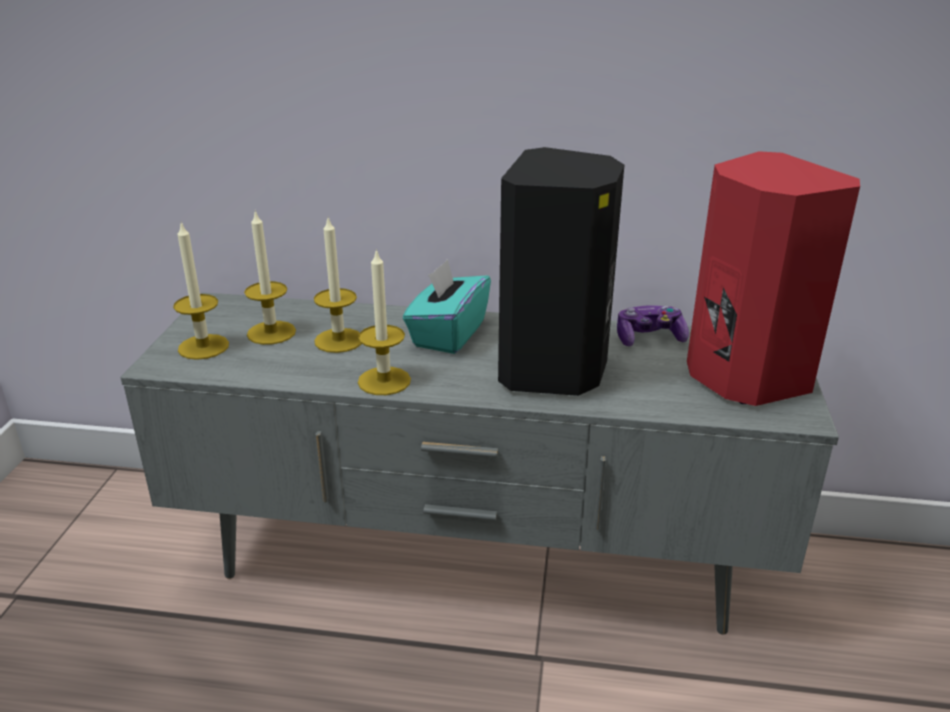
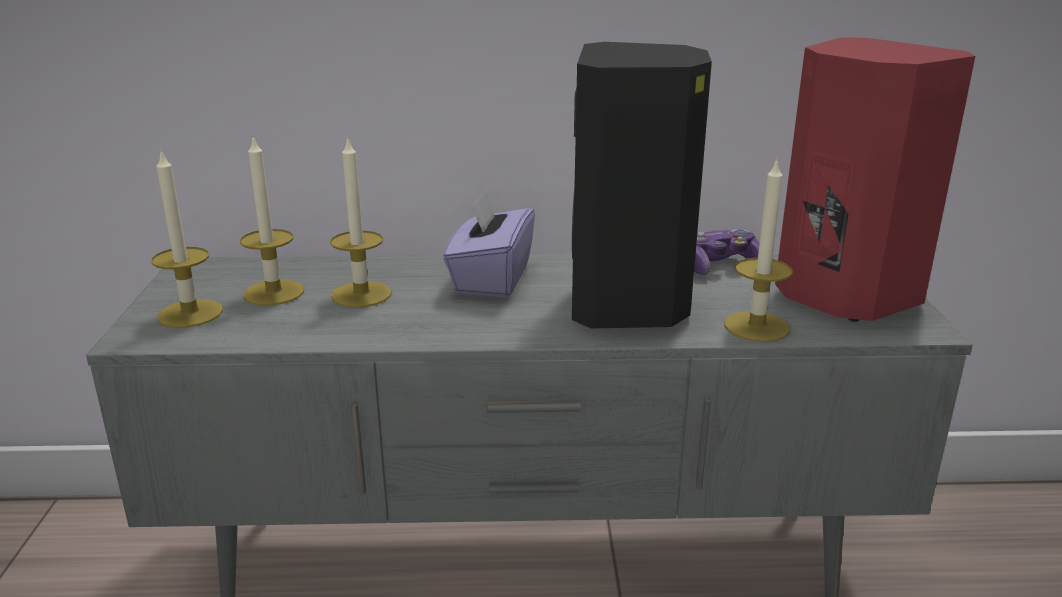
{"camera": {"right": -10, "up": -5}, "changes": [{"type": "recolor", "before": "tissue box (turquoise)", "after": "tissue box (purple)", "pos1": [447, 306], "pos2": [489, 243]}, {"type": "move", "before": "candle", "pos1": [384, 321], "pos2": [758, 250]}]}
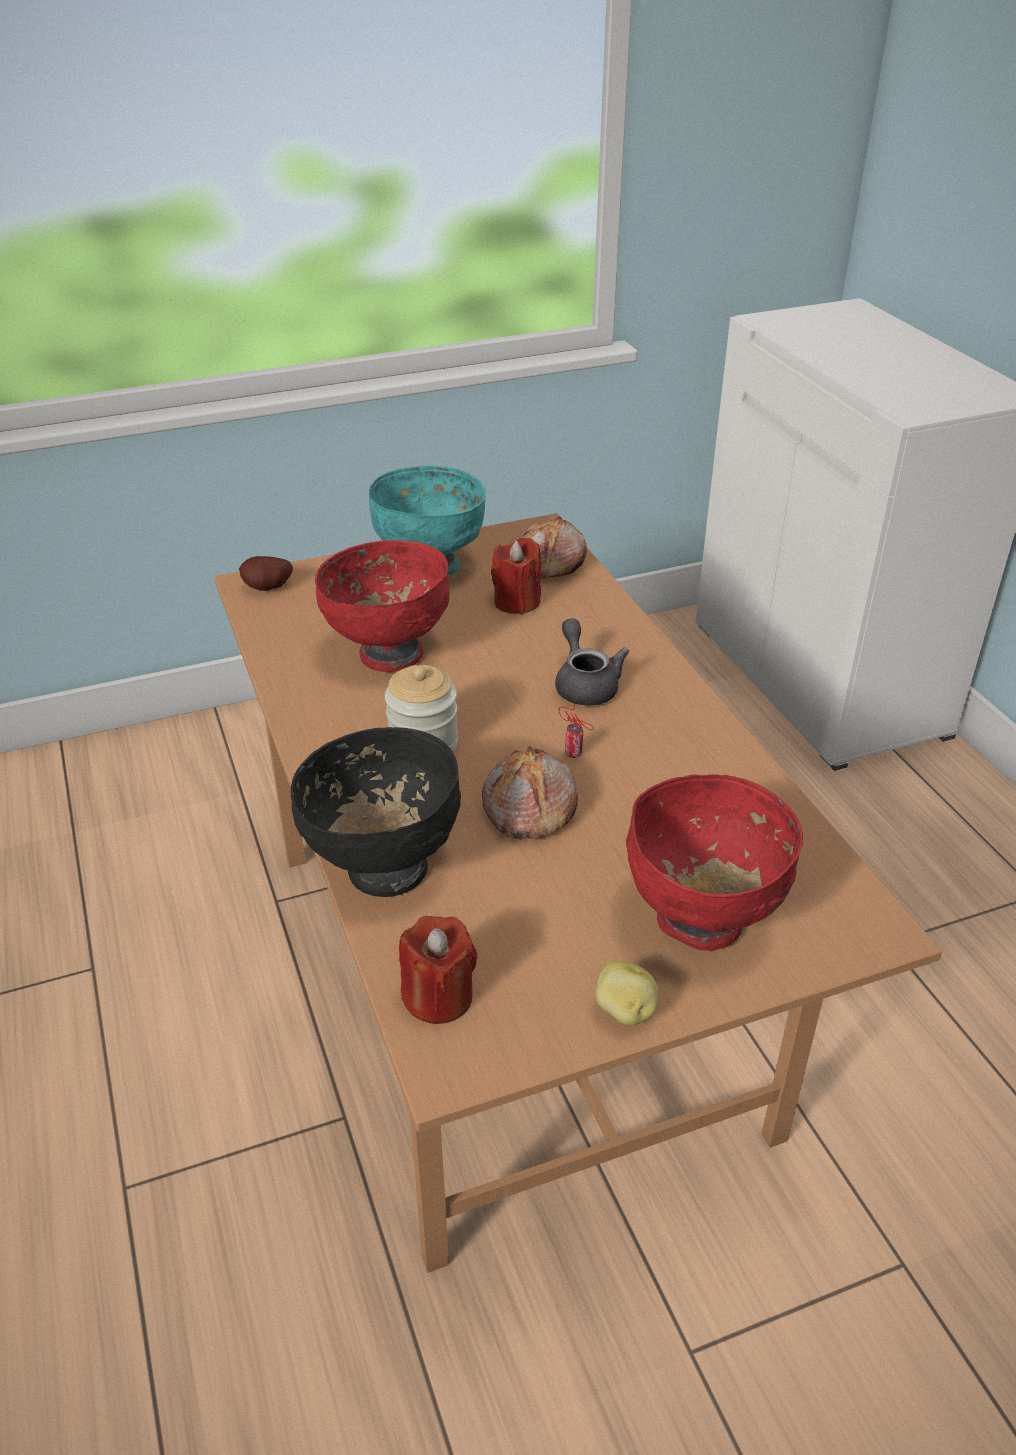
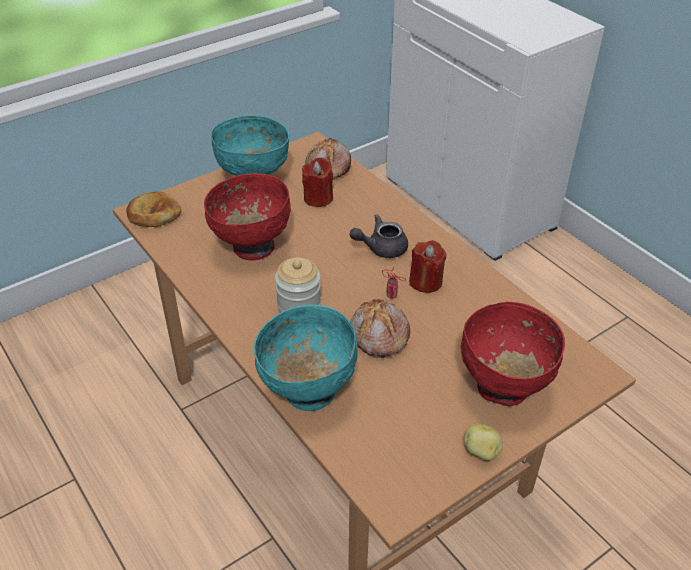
{"camera": {"right": -15, "up": 5}, "changes": [{"type": "replace", "before": "potato", "after": "bread", "pos1": [266, 573], "pos2": [153, 209]}, {"type": "recolor", "before": "bowl (black)", "after": "bowl (turquoise)", "pos1": [376, 812], "pos2": [306, 358]}, {"type": "rotate", "before": "teapot (grey)", "pos1": [592, 662], "pos2": [379, 236], "turn": -75}, {"type": "move", "before": "candle (red)", "pos1": [438, 970], "pos2": [427, 266]}]}
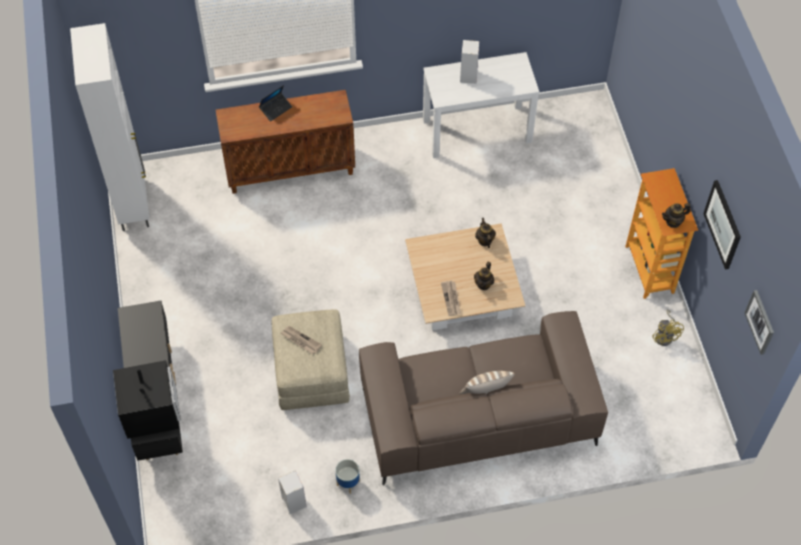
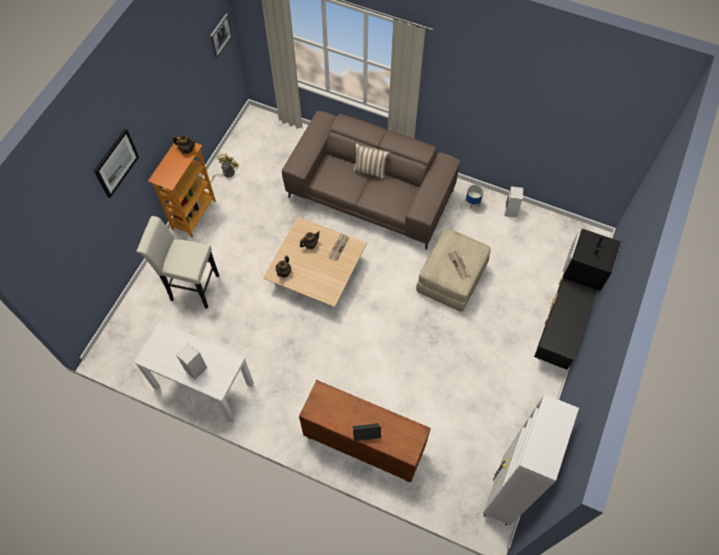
{"camera": {"right": -145, "up": 5}, "changes": [{"type": "move", "before": "picture", "pos1": [722, 224], "pos2": [116, 163]}, {"type": "insert", "after": "stool (white)", "pos2": [177, 262]}]}
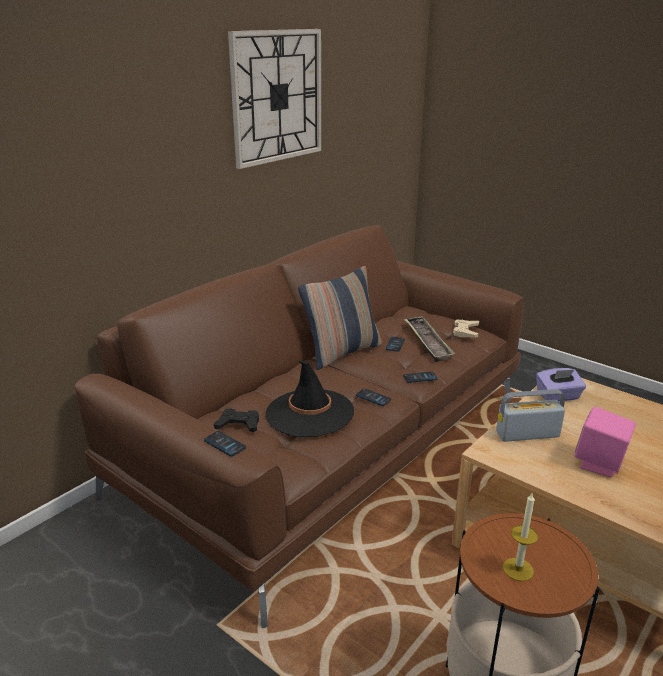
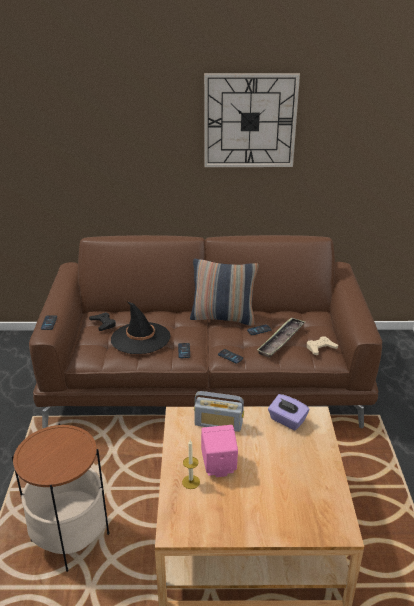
{"camera": {"right": 50, "up": 5}, "changes": [{"type": "move", "before": "candle", "pos1": [520, 537], "pos2": [191, 464]}, {"type": "rotate", "before": "radio", "pos1": [530, 415], "pos2": [219, 411], "turn": 150}]}
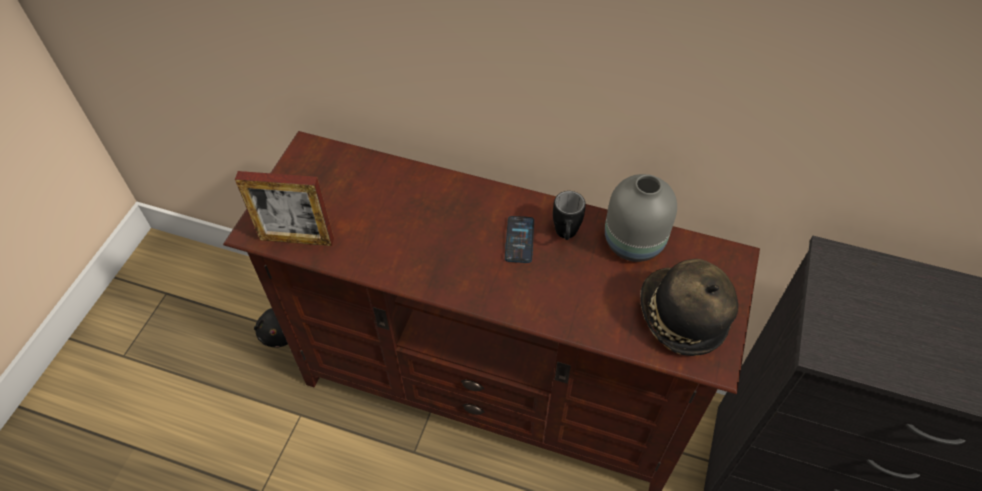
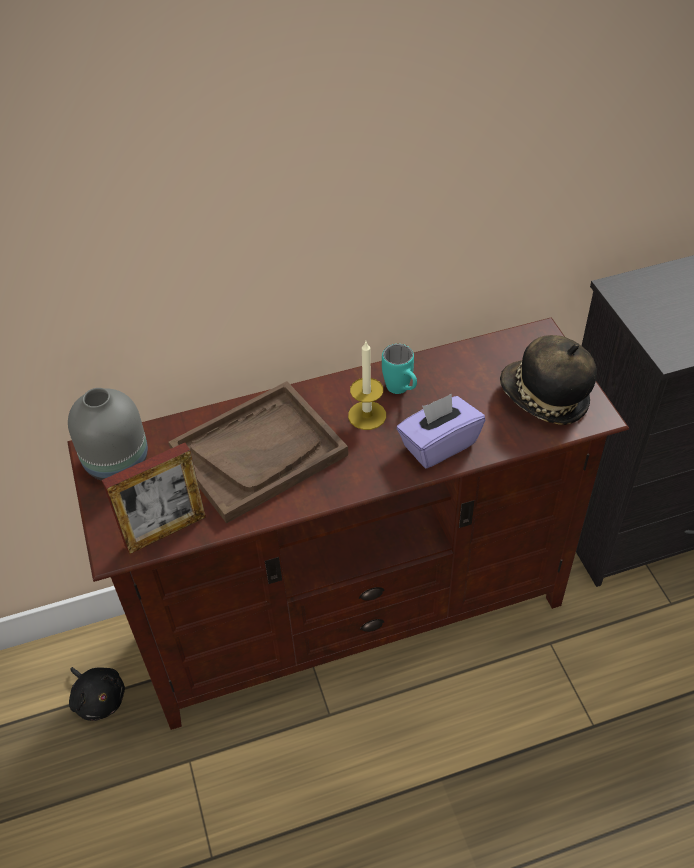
{"camera": {"right": -35, "up": -5}, "changes": [{"type": "move", "before": "vase (grey)", "pos1": [641, 218], "pos2": [108, 434]}, {"type": "insert", "after": "tray (brown)", "pos2": [258, 452]}, {"type": "replace", "before": "phone", "after": "candle", "pos1": [519, 239], "pos2": [367, 385]}, {"type": "recolor", "before": "mug (black)", "after": "mug (turquoise)", "pos1": [569, 215], "pos2": [399, 369]}, {"type": "insert", "after": "tissue box (purple)", "pos2": [441, 431]}]}
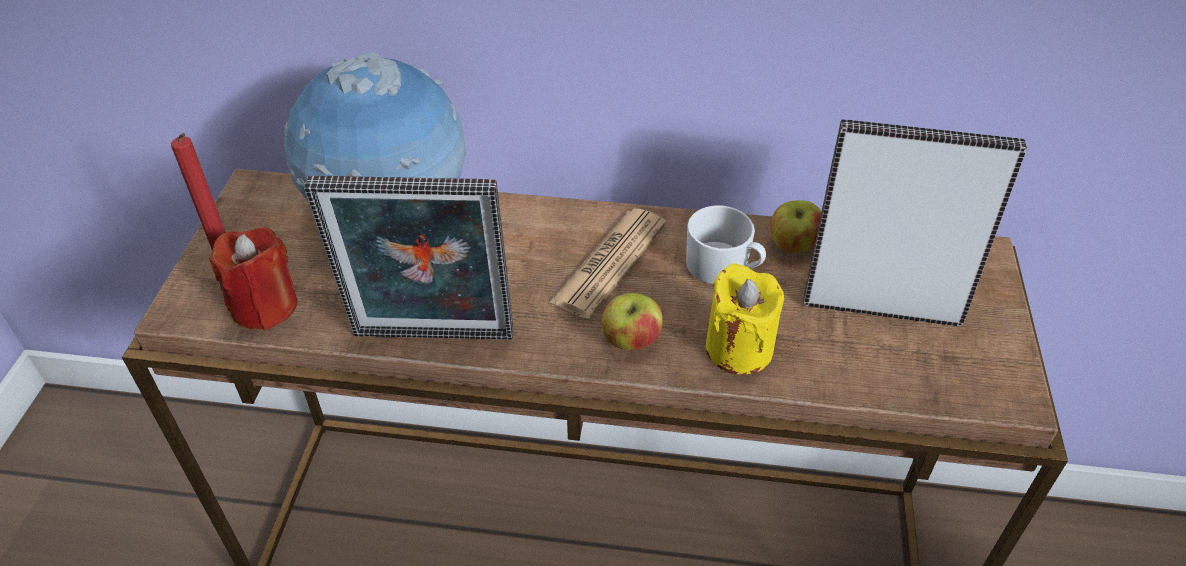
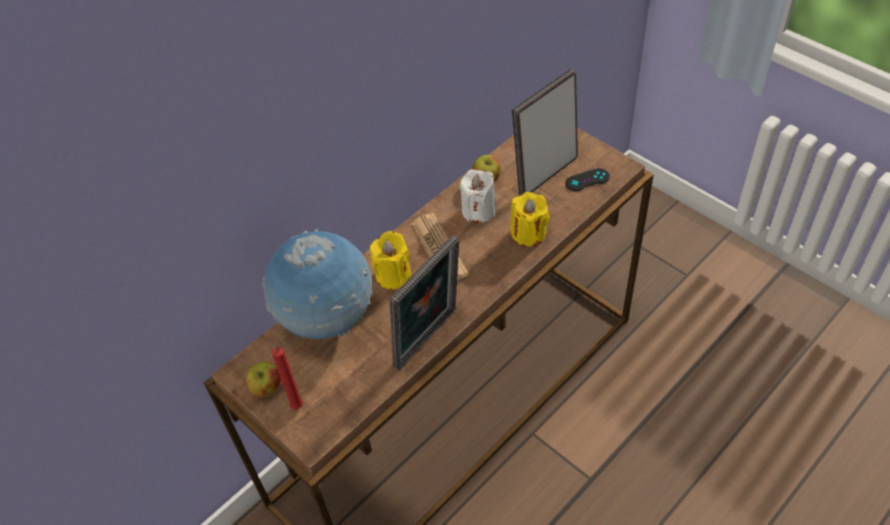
{"camera": {"right": -50, "up": 5}, "changes": [{"type": "move", "before": "apple", "pos1": [632, 321], "pos2": [263, 379]}, {"type": "insert", "after": "candle (yellow)", "pos2": [390, 260]}, {"type": "replace", "before": "mug (white)", "after": "candle (white)", "pos1": [726, 245], "pos2": [478, 196]}, {"type": "insert", "after": "game controller (black)", "pos2": [588, 179]}, {"type": "delete", "before": "candle (red)", "pos1": [253, 278]}]}
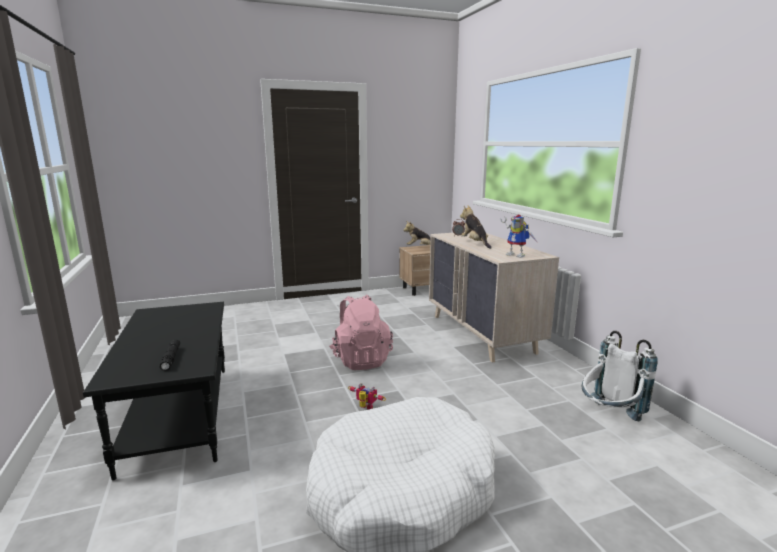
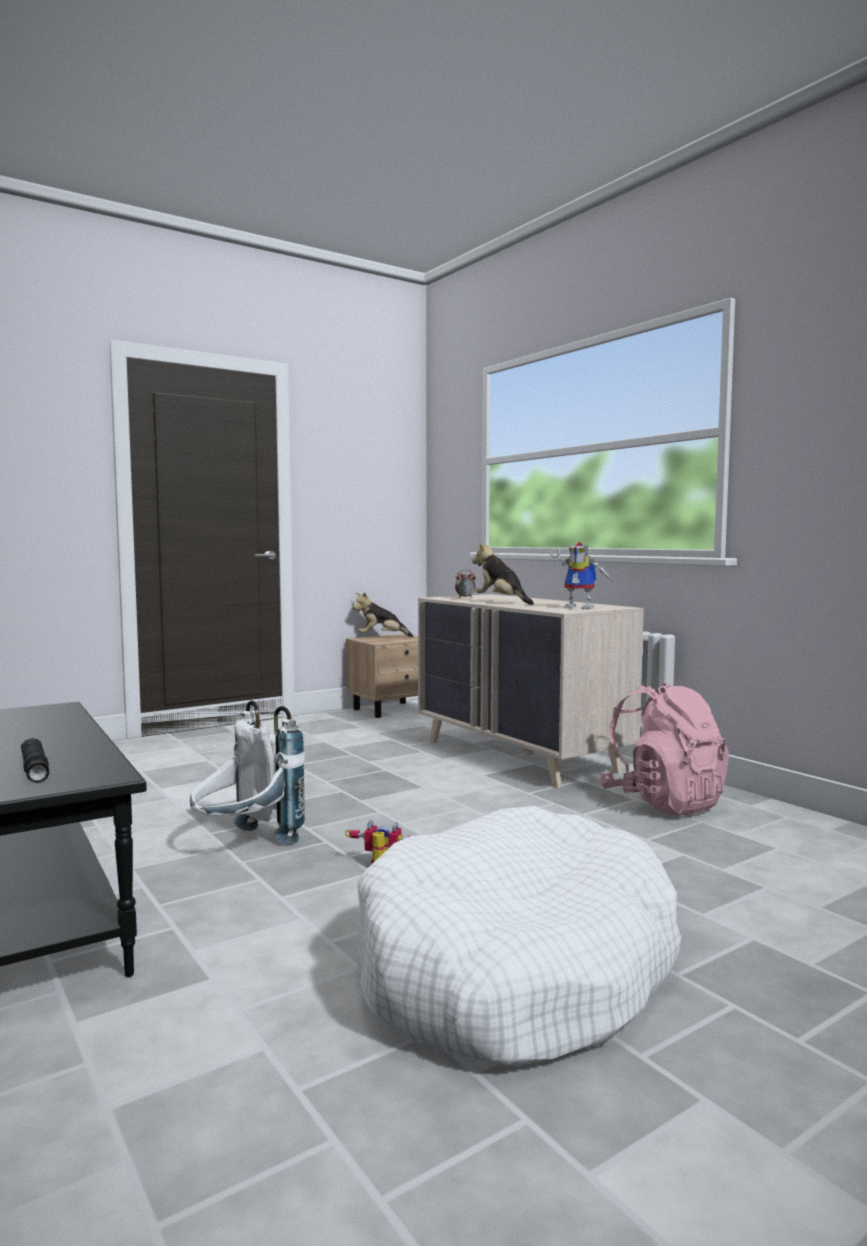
{"camera": {"right": -15, "up": -10}, "changes": [{"type": "move", "before": "backpack (white)", "pos1": [620, 376], "pos2": [247, 772]}, {"type": "move", "before": "backpack (pink)", "pos1": [361, 332], "pos2": [663, 749]}]}
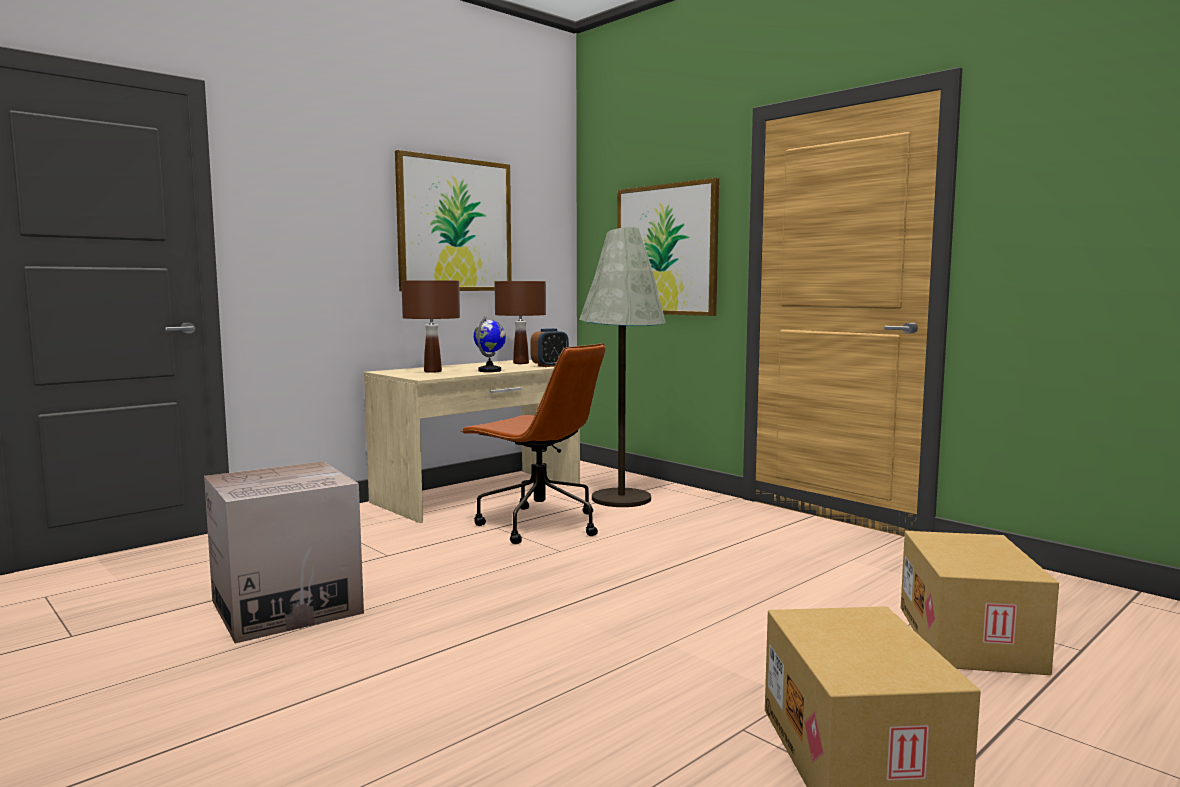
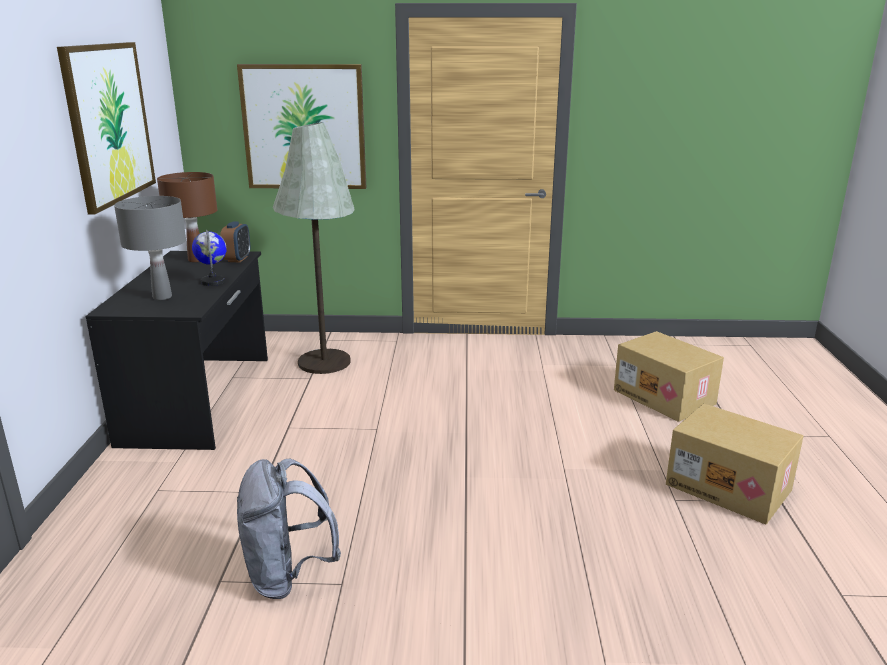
{"camera": {"right": -45, "up": 15}, "changes": [{"type": "recolor", "before": "desk (beige)", "after": "desk (black)", "pos1": [472, 441], "pos2": [177, 350]}, {"type": "recolor", "before": "table lamp (brown)", "after": "table lamp (grey)", "pos1": [430, 326], "pos2": [150, 248]}, {"type": "replace", "before": "cardboard box", "after": "backpack (grey)", "pos1": [284, 552], "pos2": [289, 529]}, {"type": "delete", "before": "office chair (brown)", "pos1": [533, 443]}]}
